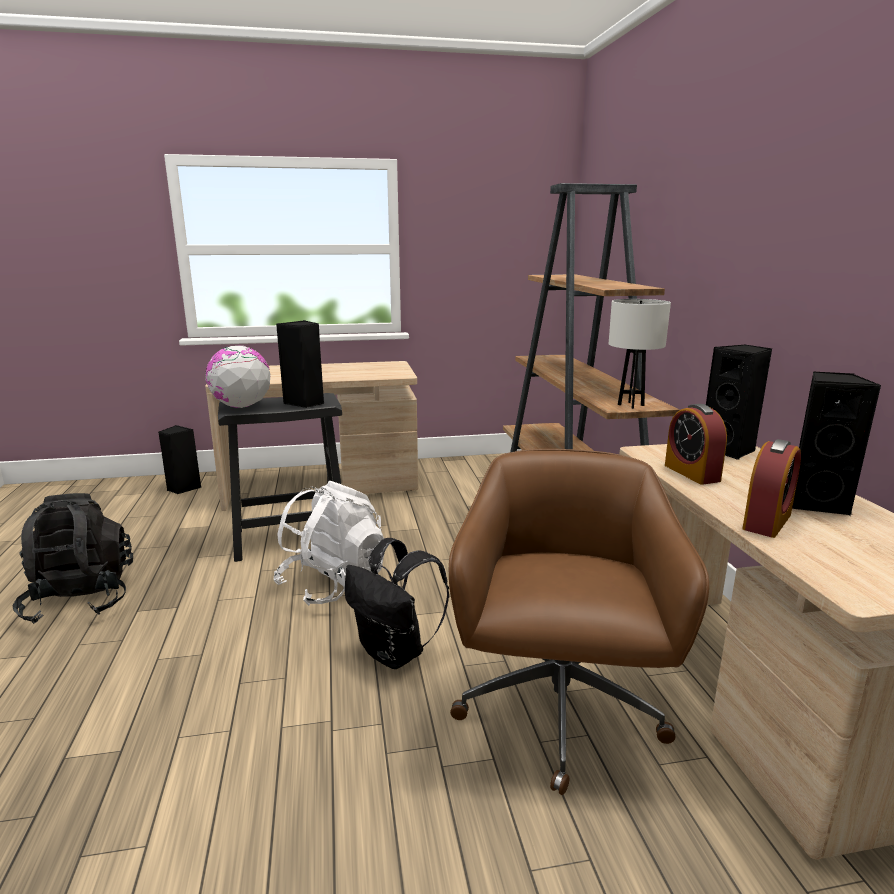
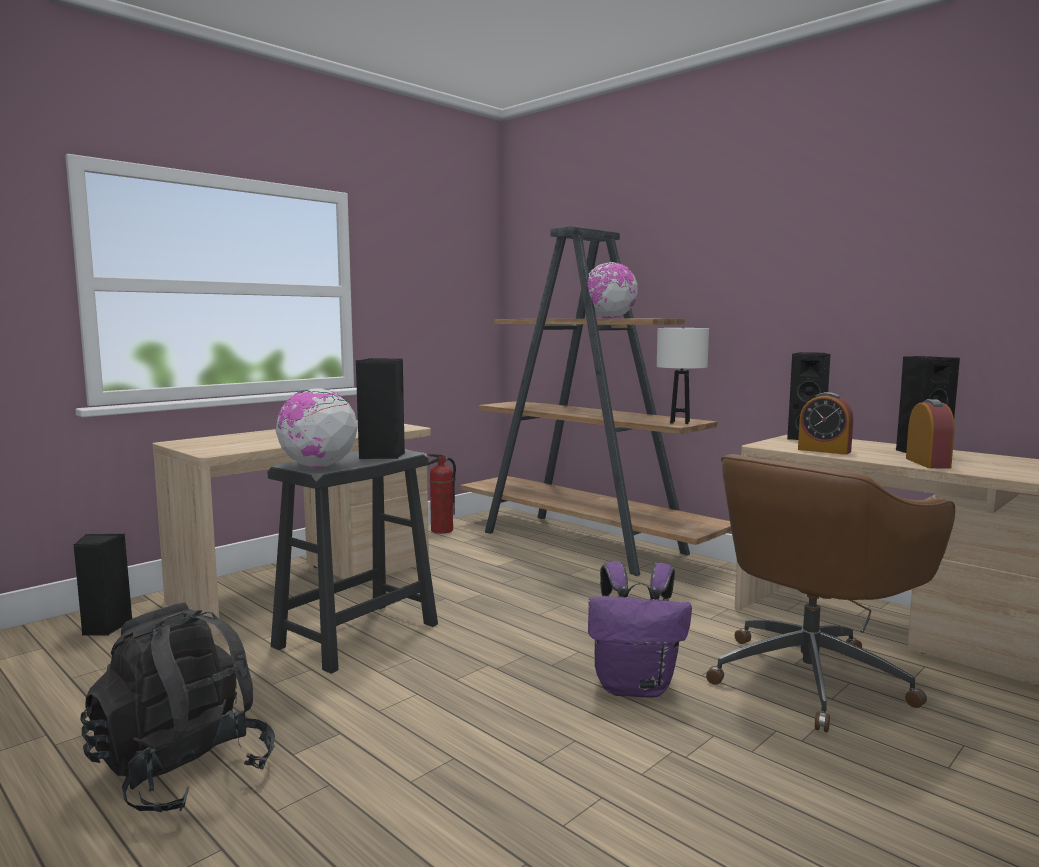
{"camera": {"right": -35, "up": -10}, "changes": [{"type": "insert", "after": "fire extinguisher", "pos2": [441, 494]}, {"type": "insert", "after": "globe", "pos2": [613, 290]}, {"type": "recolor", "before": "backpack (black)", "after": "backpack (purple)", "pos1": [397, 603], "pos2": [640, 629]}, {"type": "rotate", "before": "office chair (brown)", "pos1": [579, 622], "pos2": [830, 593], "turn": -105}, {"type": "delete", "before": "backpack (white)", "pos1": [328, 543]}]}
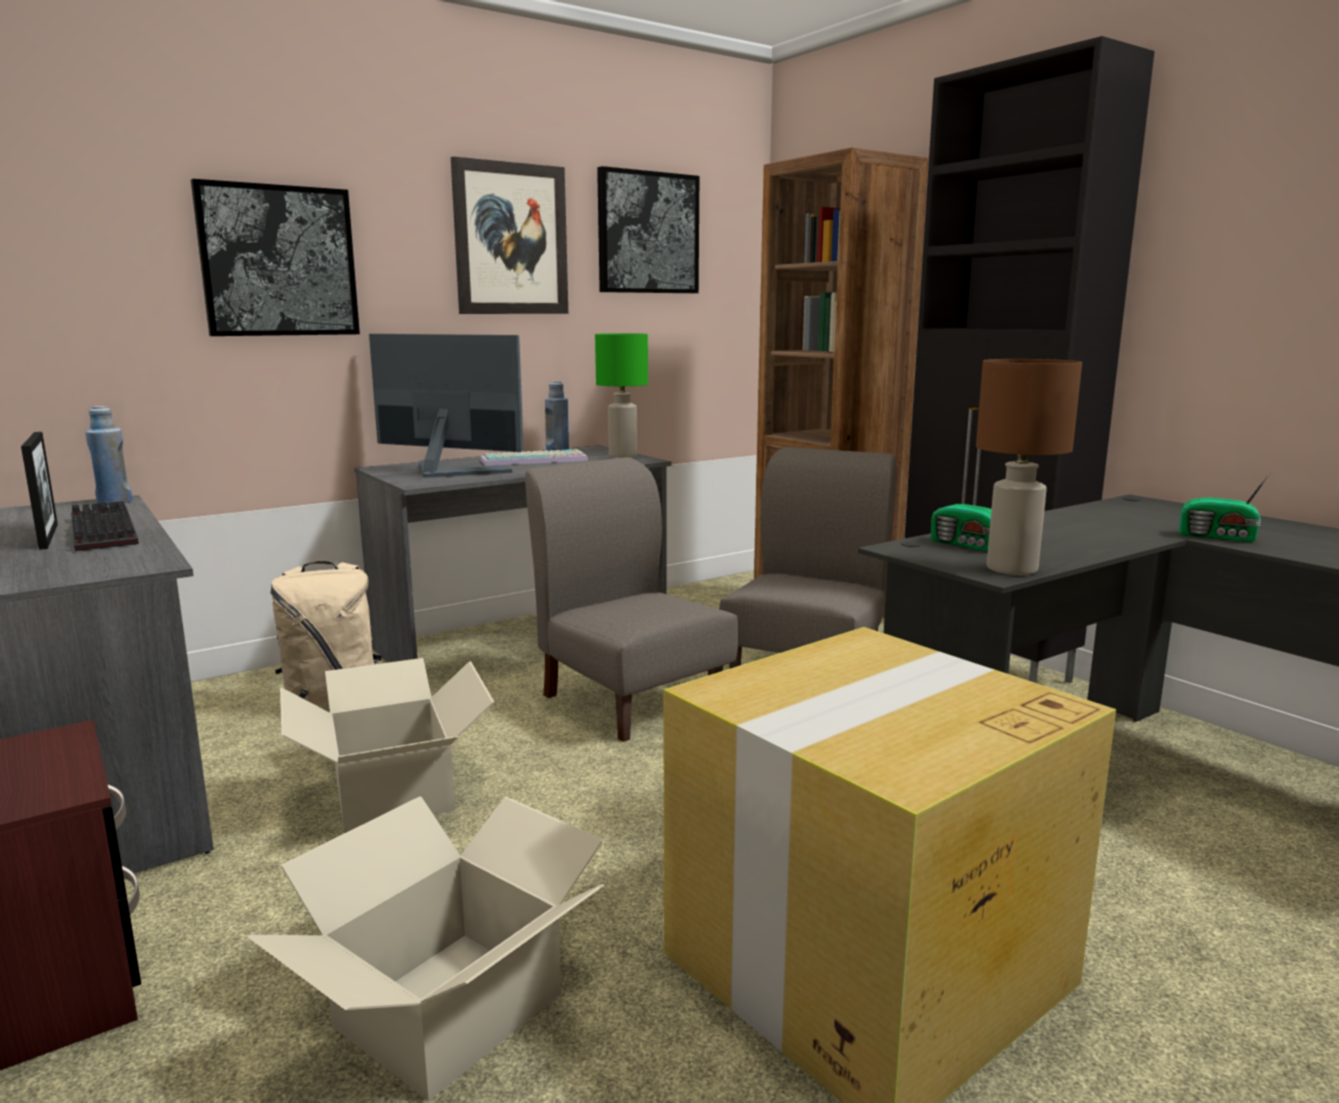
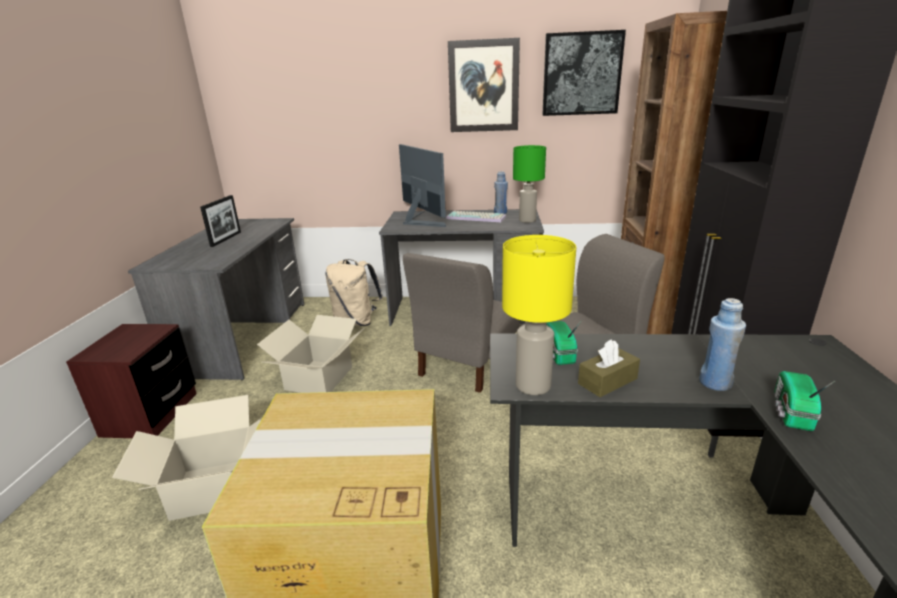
{"camera": {"right": 40, "up": 10}, "changes": [{"type": "rotate", "before": "chair (grey)", "pos1": [631, 599], "pos2": [461, 323], "turn": -150}, {"type": "recolor", "before": "table lamp (brown)", "after": "table lamp (yellow)", "pos1": [1029, 467], "pos2": [539, 315]}, {"type": "insert", "after": "tissue box (brown)", "pos2": [609, 368]}, {"type": "move", "before": "bottle (blue)", "pos1": [108, 455], "pos2": [722, 344]}, {"type": "rotate", "before": "radio", "pos1": [1225, 507], "pos2": [804, 401], "turn": 45}, {"type": "delete", "before": "keyboard", "pos1": [105, 526]}, {"type": "delete", "before": "picture", "pos1": [275, 257]}]}
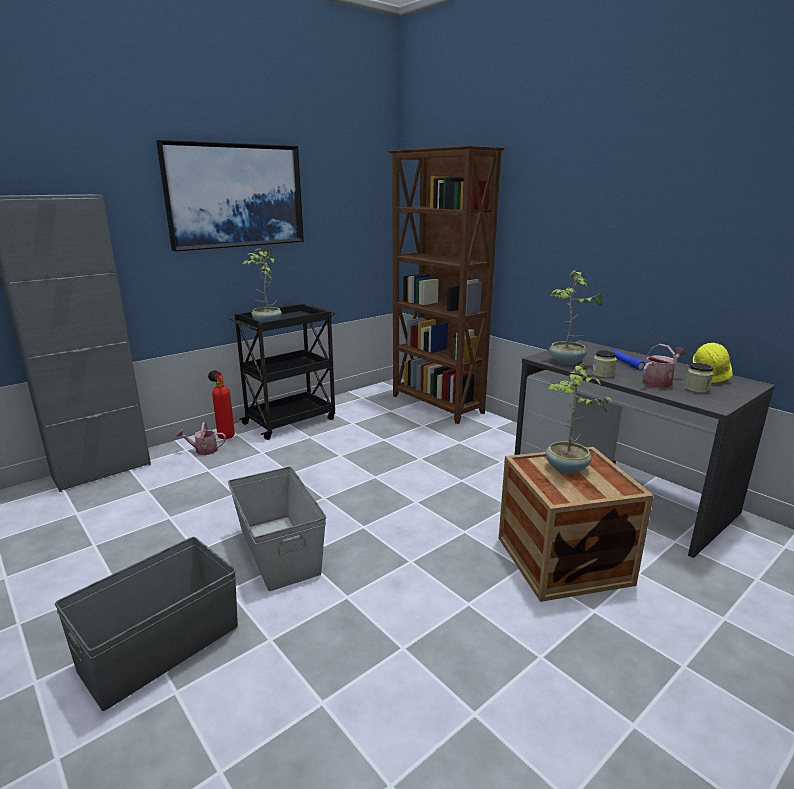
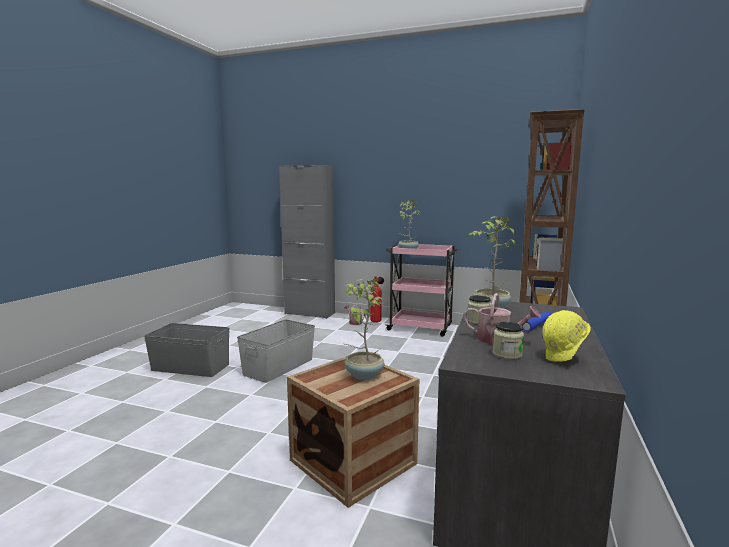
{"camera": {"right": 60, "up": -10}, "changes": [{"type": "recolor", "before": "cart (black)", "after": "cart (pink)", "pos1": [282, 371], "pos2": [422, 290]}, {"type": "delete", "before": "picture", "pos1": [230, 196]}]}
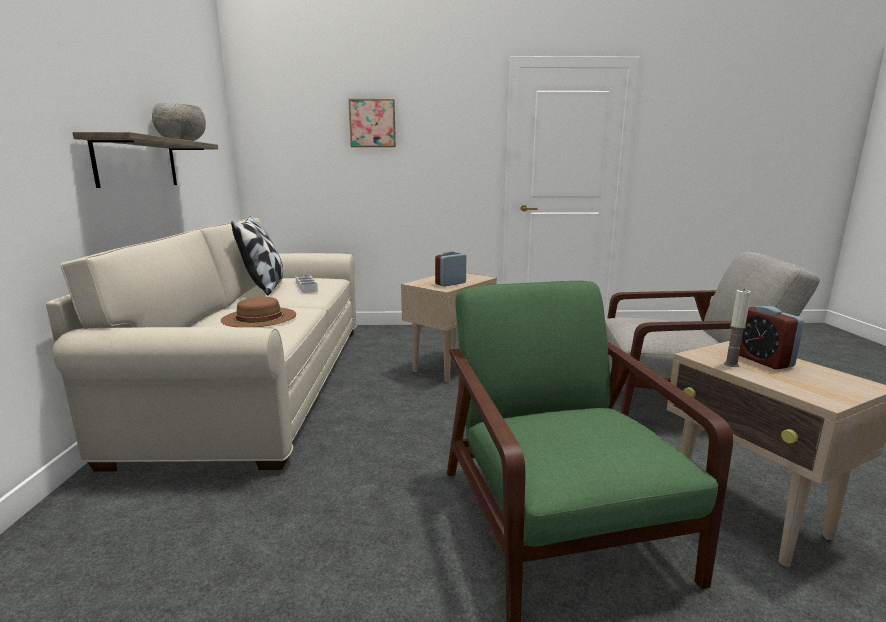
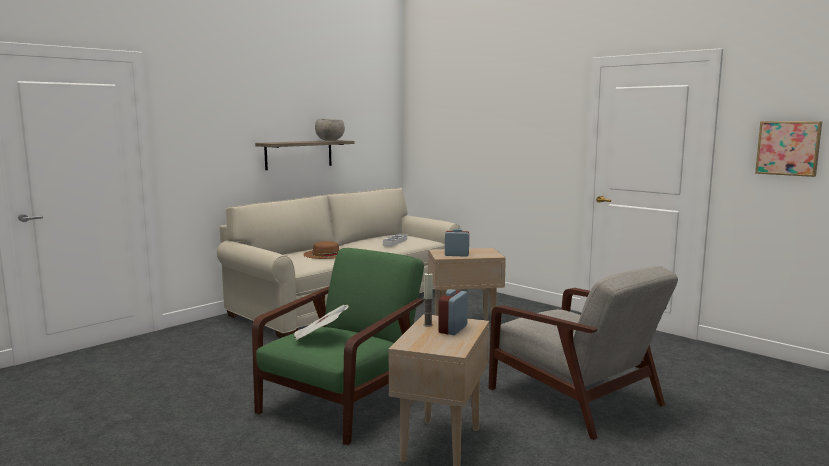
{"camera": {"right": 45, "up": -5}, "changes": [{"type": "insert", "after": "newspaper", "pos2": [321, 322]}, {"type": "move", "before": "picture", "pos1": [372, 123], "pos2": [788, 149]}, {"type": "delete", "before": "pillow", "pos1": [257, 256]}]}
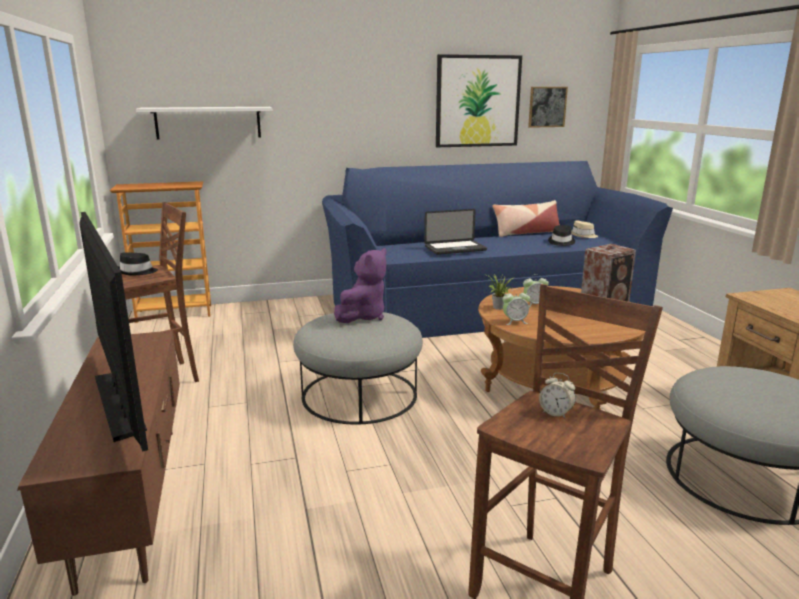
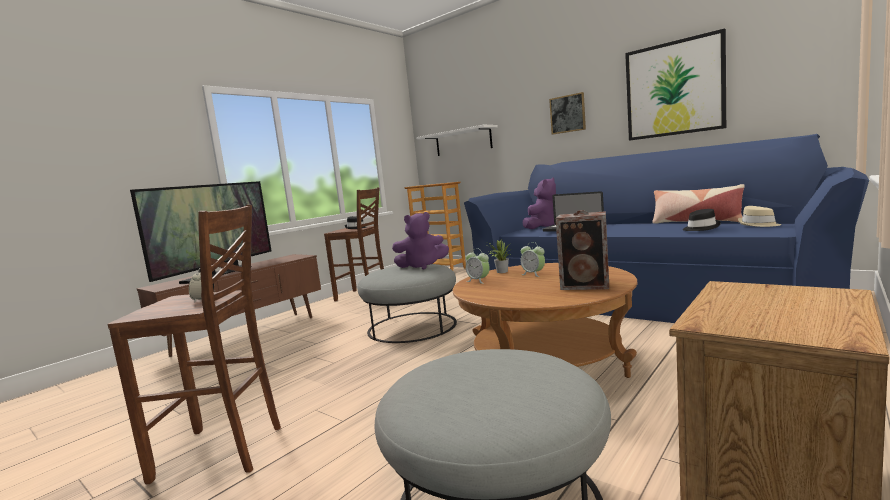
{"camera": {"right": 55, "up": -10}, "changes": [{"type": "insert", "after": "plush toy (purple)", "pos2": [539, 203]}, {"type": "move", "before": "picture", "pos1": [548, 107], "pos2": [567, 113]}]}
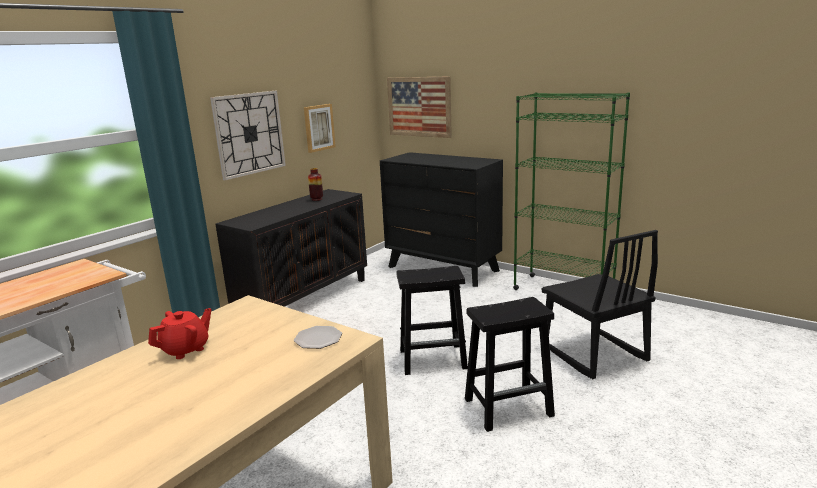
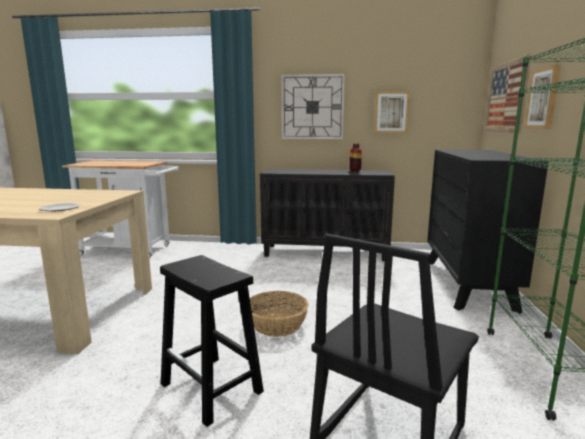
{"camera": {"right": 60, "up": -5}, "changes": [{"type": "replace", "before": "stool (black)", "after": "basket", "pos1": [432, 320], "pos2": [279, 314]}, {"type": "insert", "after": "picture", "pos2": [542, 96]}, {"type": "delete", "before": "teapot (red)", "pos1": [180, 333]}]}
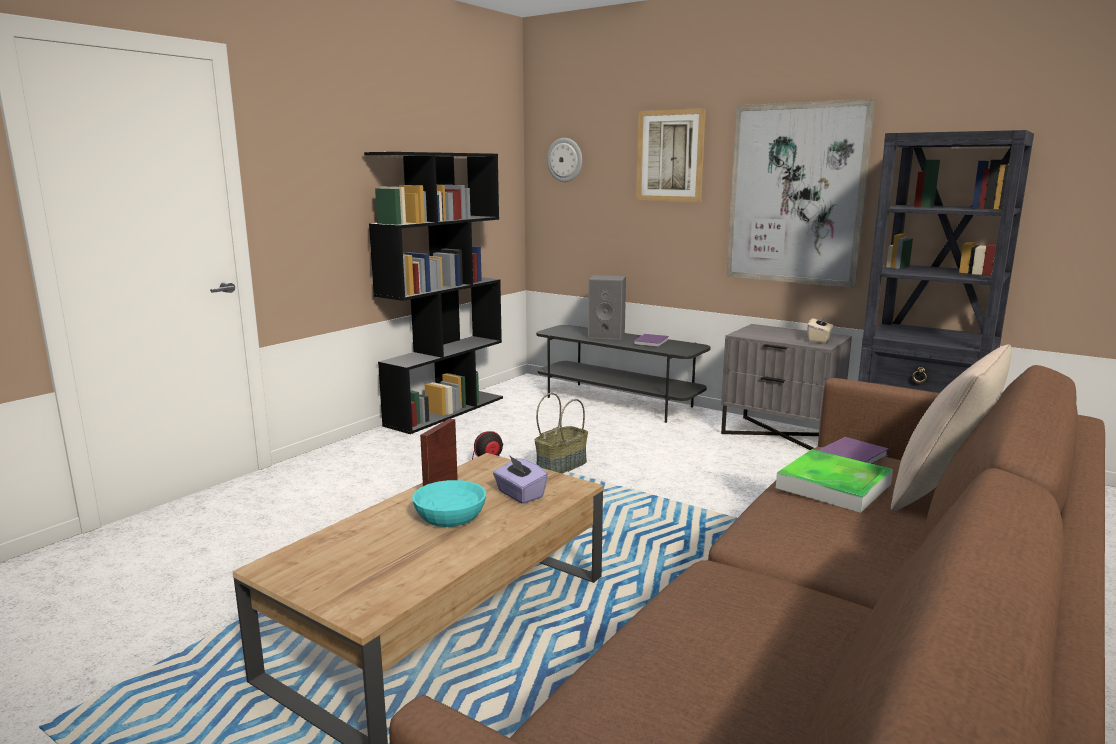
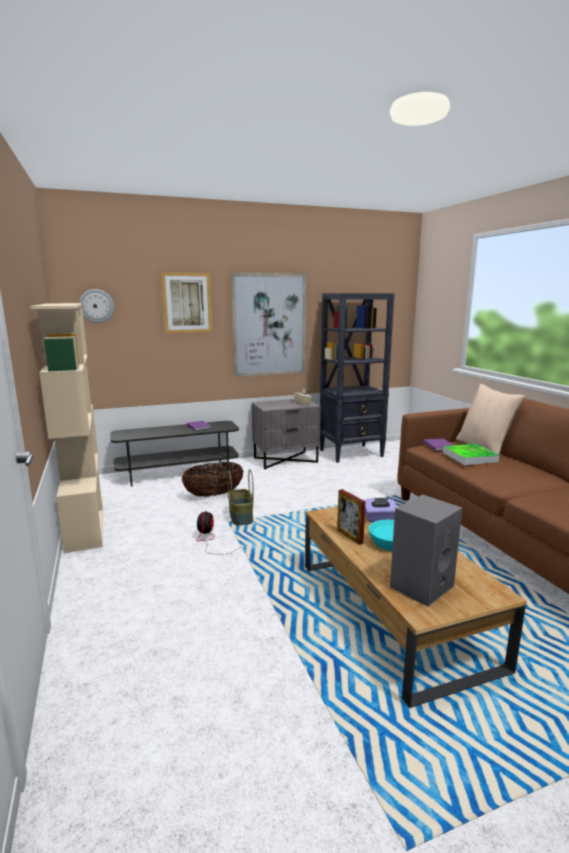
{"camera": {"right": -55, "up": 0}, "changes": [{"type": "recolor", "before": "bookcase (black)", "after": "bookcase (beige)", "pos1": [433, 293], "pos2": [66, 428]}, {"type": "insert", "after": "basket", "pos2": [213, 479]}, {"type": "move", "before": "speaker (grey)", "pos1": [607, 307], "pos2": [426, 551]}]}
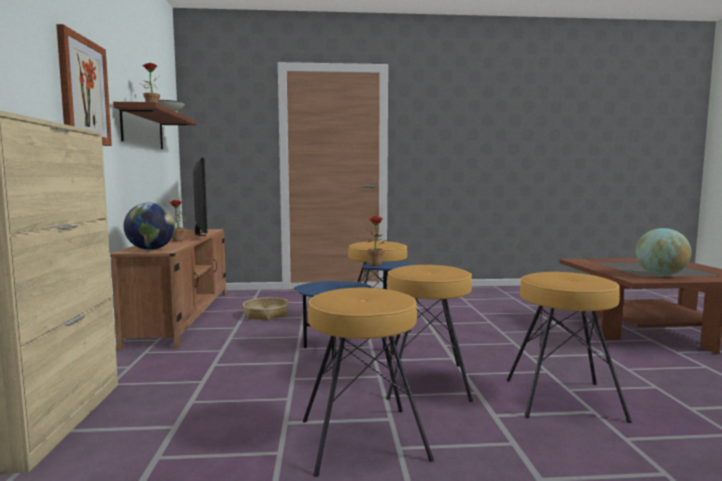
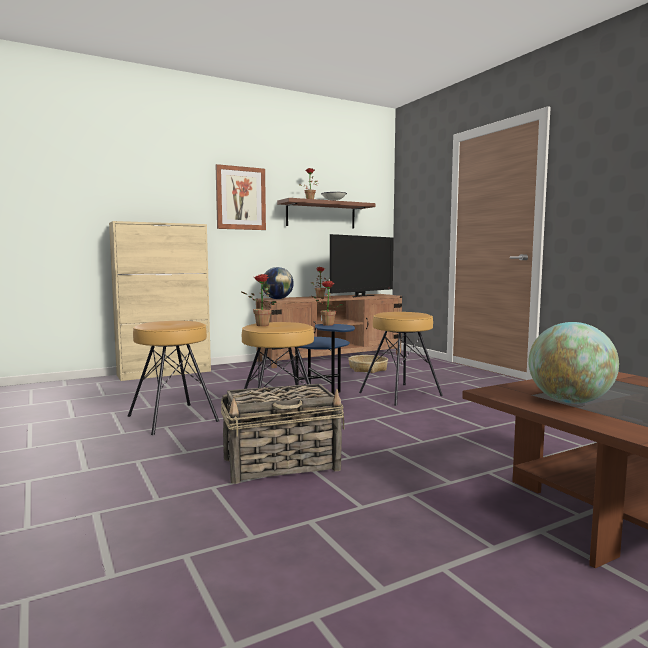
{"camera": {"right": 65, "up": 0}, "changes": [{"type": "replace", "before": "stool (brown)", "after": "basket", "pos1": [569, 347], "pos2": [282, 434]}, {"type": "insert", "after": "potted plant", "pos2": [259, 300]}]}
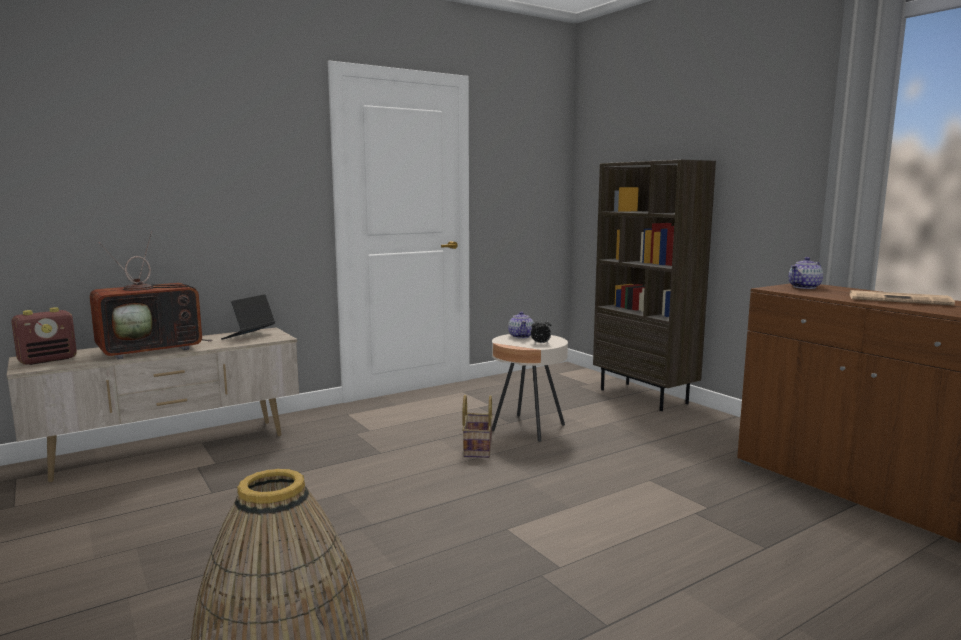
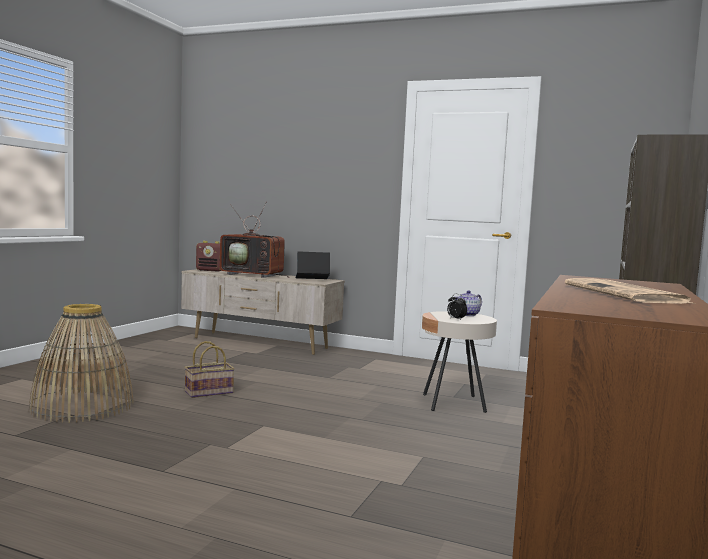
{"camera": {"right": 55, "up": -5}, "changes": [{"type": "move", "before": "basket", "pos1": [477, 426], "pos2": [209, 369]}, {"type": "delete", "before": "teapot", "pos1": [805, 273]}]}
